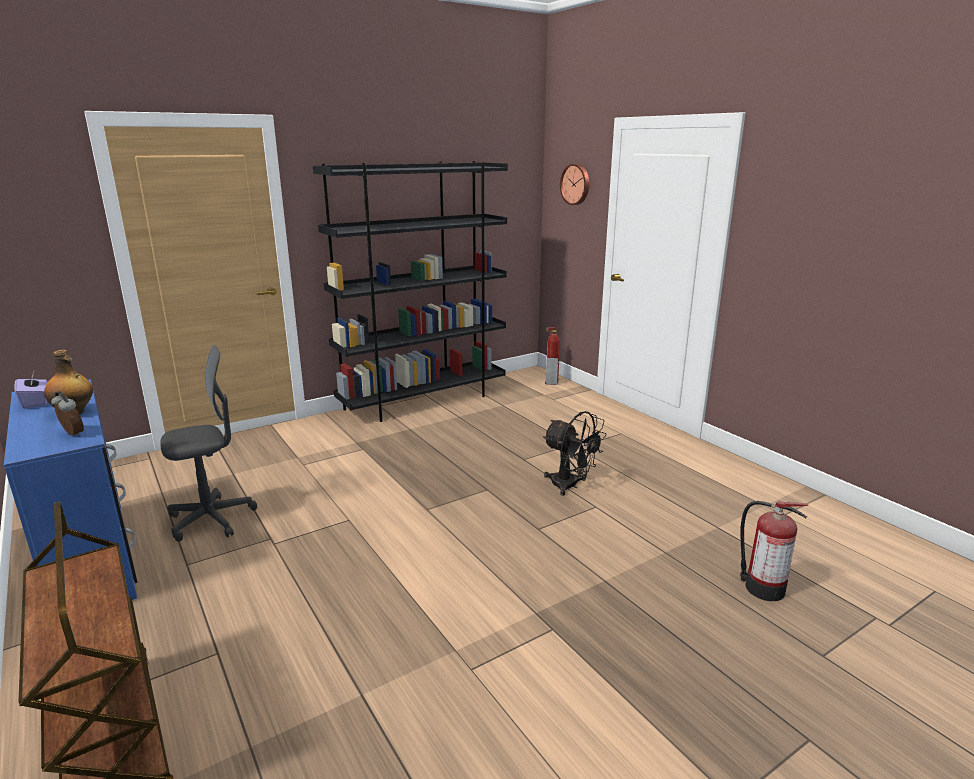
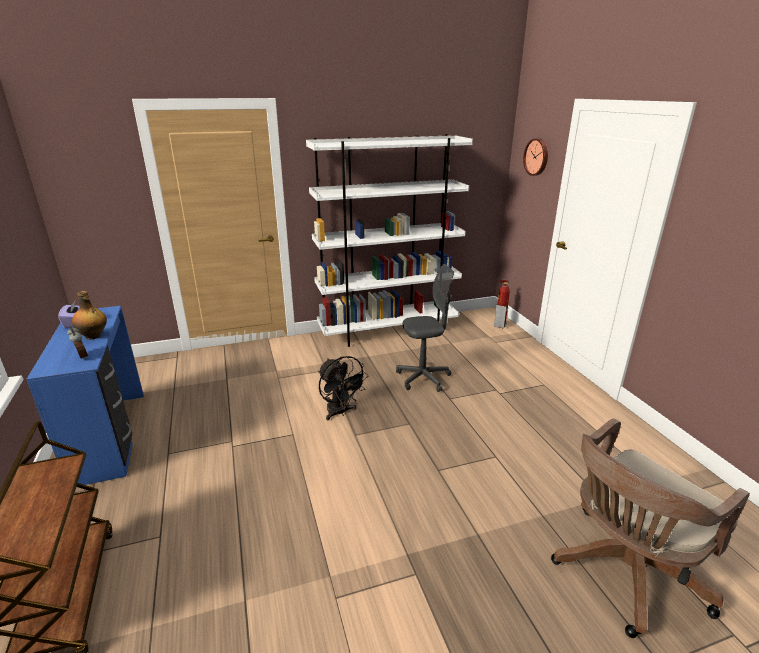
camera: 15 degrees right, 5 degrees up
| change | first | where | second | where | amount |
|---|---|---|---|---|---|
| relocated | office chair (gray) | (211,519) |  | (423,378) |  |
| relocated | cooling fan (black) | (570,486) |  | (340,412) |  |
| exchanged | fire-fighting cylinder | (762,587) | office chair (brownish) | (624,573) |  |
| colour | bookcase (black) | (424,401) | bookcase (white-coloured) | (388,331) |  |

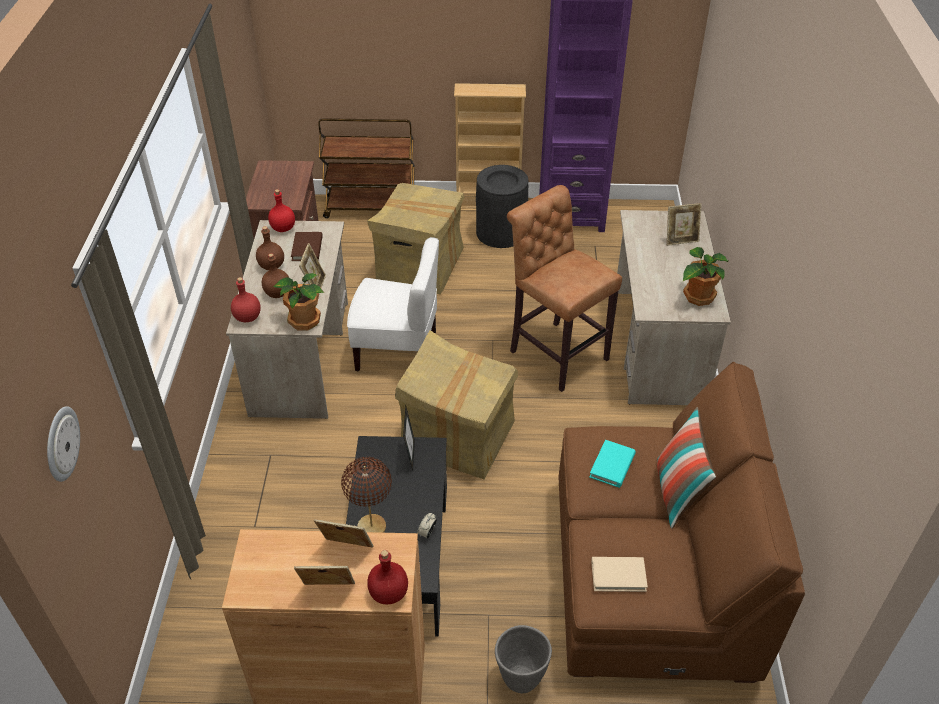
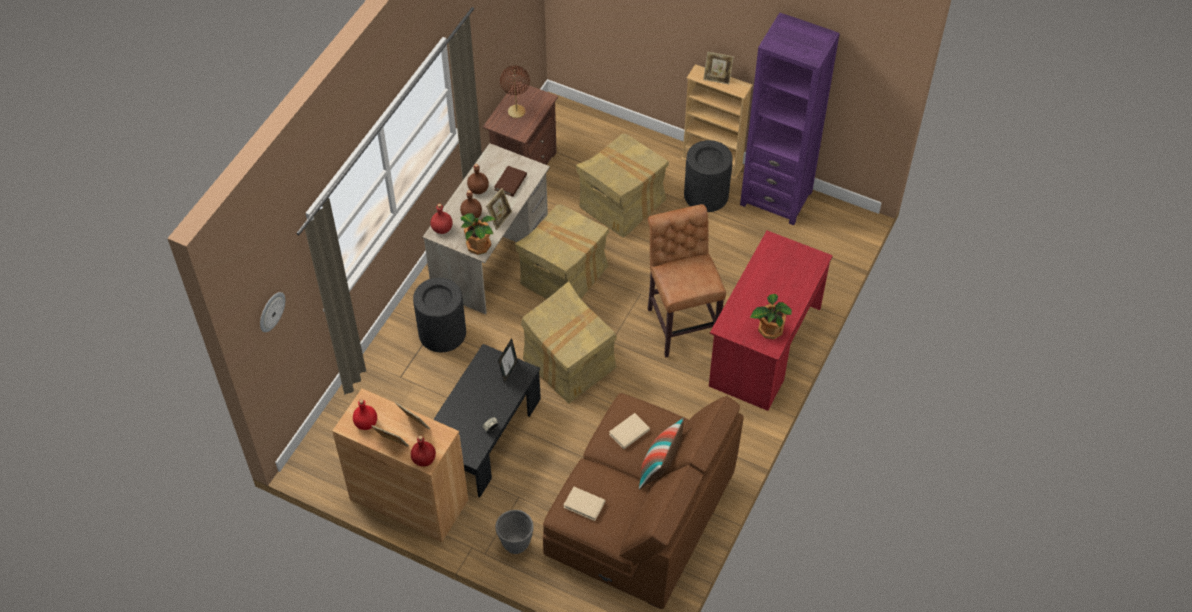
camera: 25 degrees right, 10 degrees up
| change | first | where | second | where | amount |
|---|---|---|---|---|---|
| missing | trolley (brownish) | (371,207) |  |  |  |
| appeared |  |  | rubbish bin (black) | (442,332) |  |
| relocated | drink bottle (red) | (283,228) |  | (366,423) |  |
| relocated | tabletop lamp (brownish) | (371,527) |  | (516,112) |  |
| relocated | picture frame | (681,239) |  | (717,78) |  |
| exchanged | plain chair (white-coloured) | (397,350) | carton | (563,276) |  |
| colour | volume (turquoise-coloured) | (612,466) | volume (beige) | (629,432) |  |
| colour | desk unit (beige) | (657,346) | desk unit (red) | (765,347) |  |

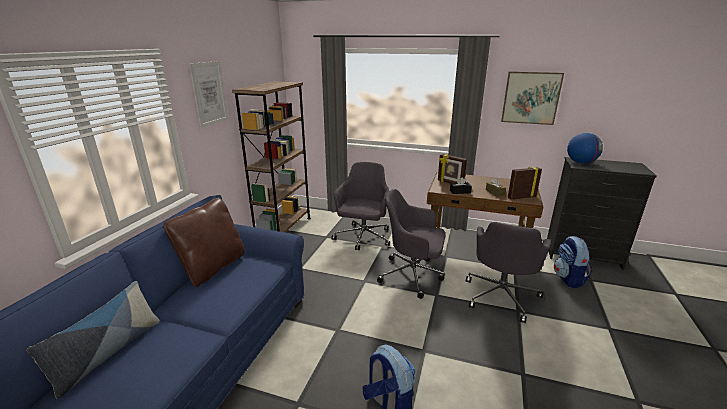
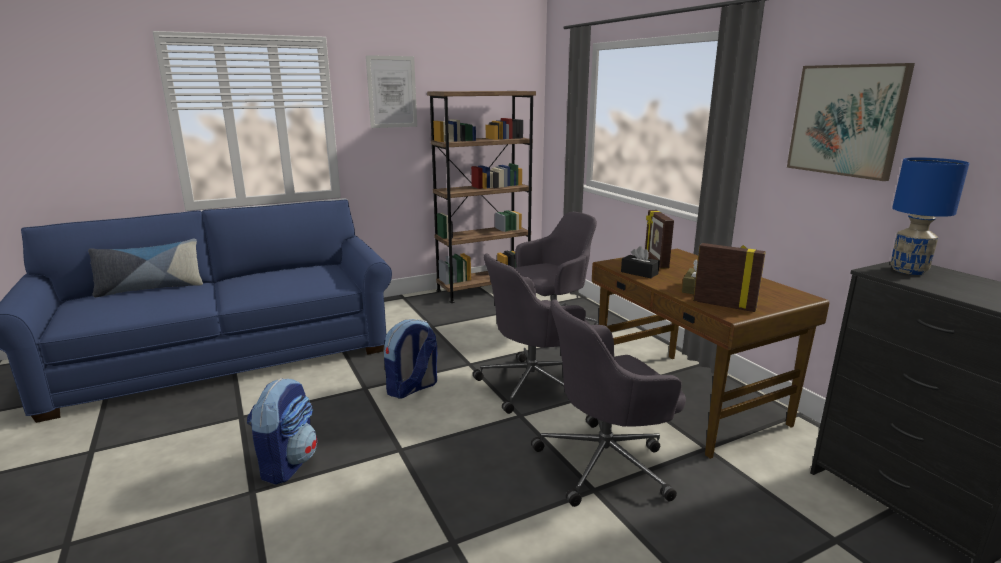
camera: 45 degrees right, 5 degrees down
| change | first | where | second | where | amount |
|---|---|---|---|---|---|
| missing | cushion (brownish) | (213,267) |  |  |  |
| relocated | backpack | (568,279) |  | (412,388) |  |
| exchanged | globe | (580,163) | tabletop lamp (blue) | (907,270) |  |
| spun | office chair (gray) | (412,275) |  | (533,384) | 90 degrees counterclockwise |

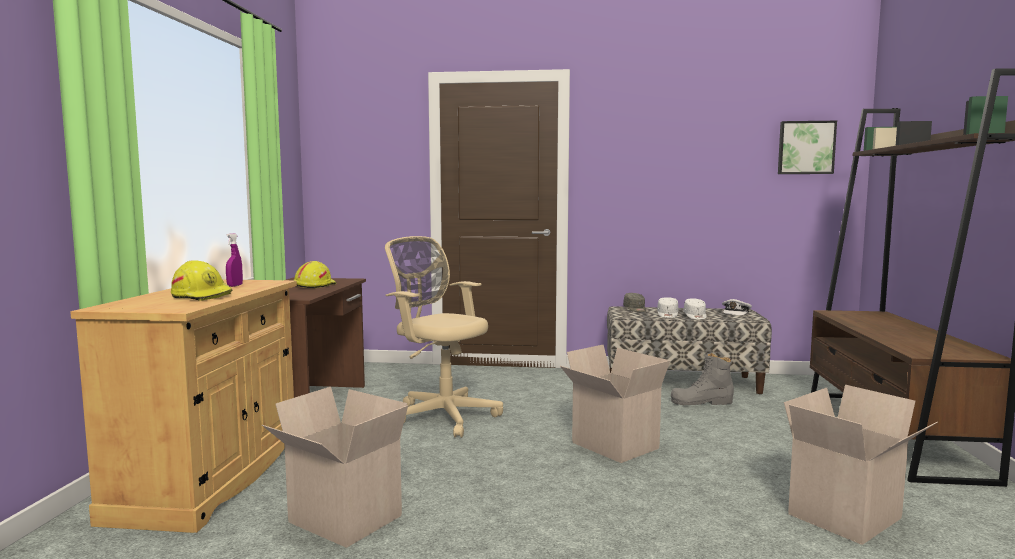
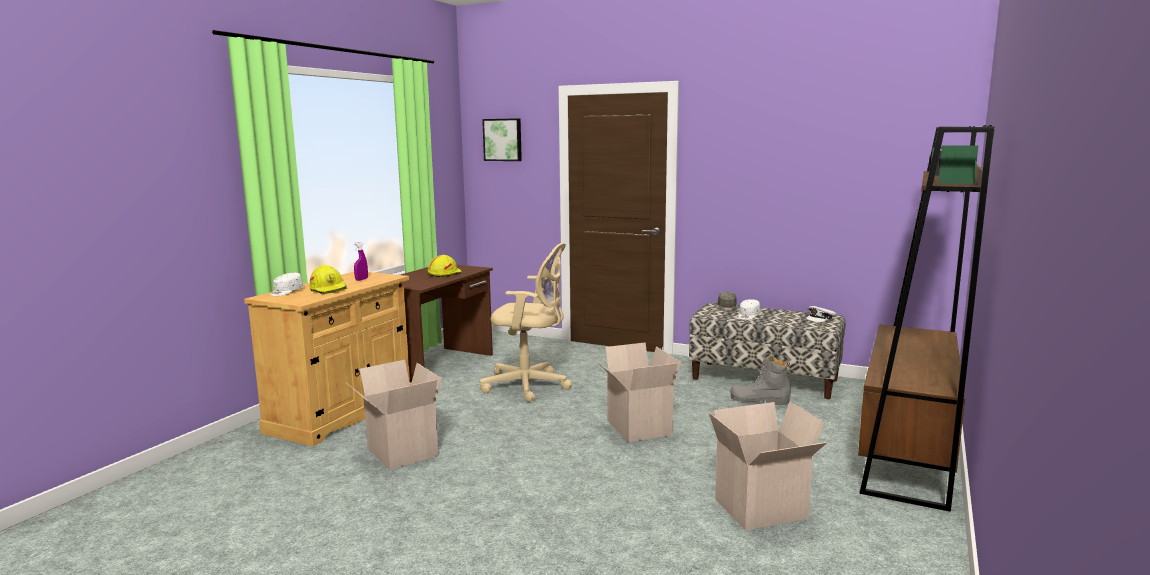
camera: 20 degrees right, 5 degrees up
| change | first | where | second | where | amount |
|---|---|---|---|---|---|
| relocated | baseball cap (white-coloured) | (695,316) |  | (286,292) |  |
| relocated | wall art | (805,148) |  | (503,140) |  |
| spun | office chair (beige) | (442,415) |  | (529,386) | 135 degrees clockwise |

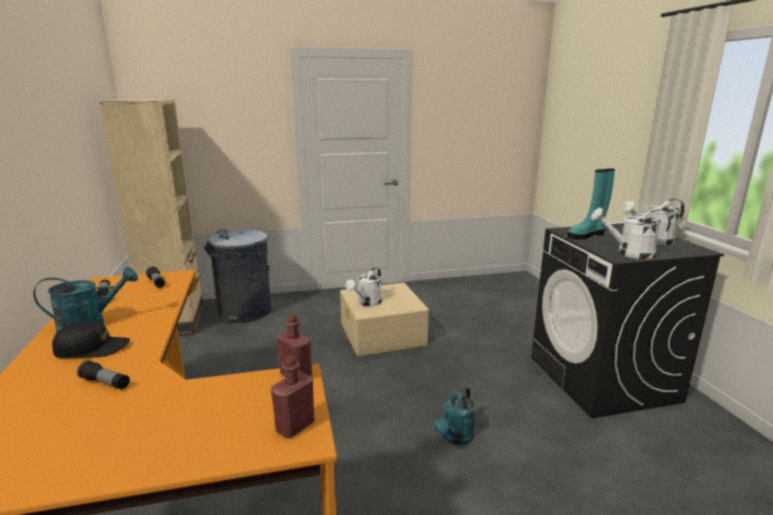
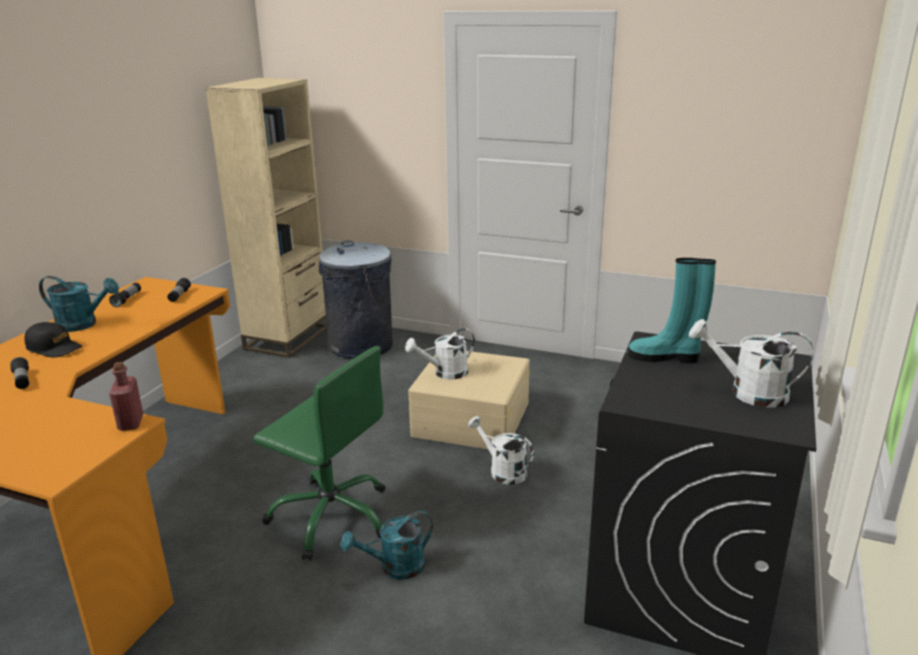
camera: 35 degrees right, 5 degrees up
| change | first | where | second | where | amount |
|---|---|---|---|---|---|
| missing | drink bottle (red) | (295,426) |  |  |  |
| appeared |  |  | office chair (green) | (331,516) |  |
| relocated | watering can (white-coloured) | (629,253) |  | (502,471) |  |

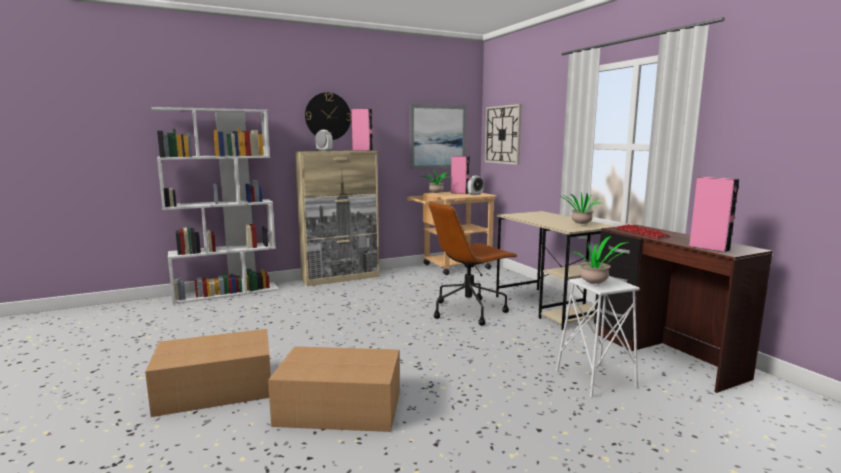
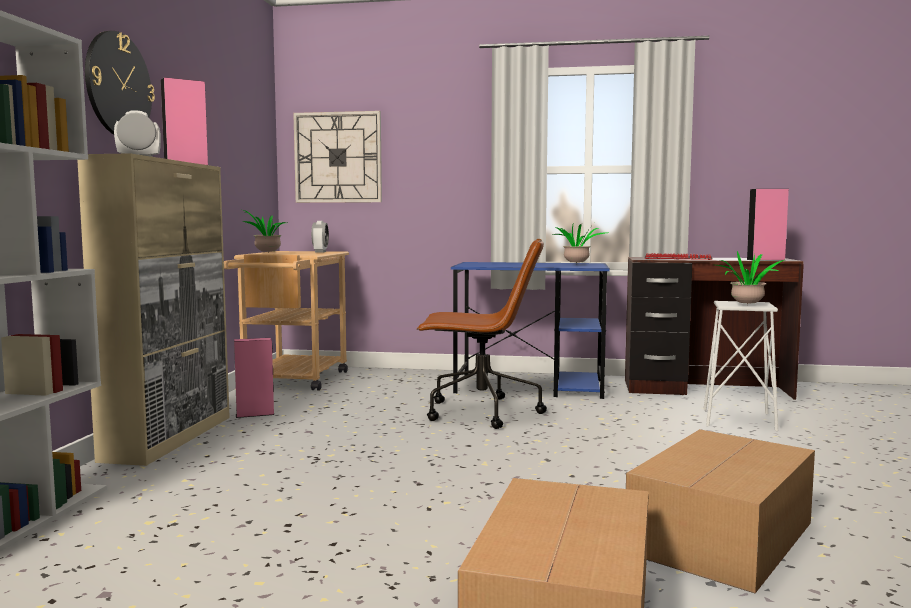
camera: 55 degrees left, 5 degrees down
| change | first | where | second | where | amount |
|---|---|---|---|---|---|
| missing | wall art | (438,137) |  |  |  |
| relocated | audio speaker (pink-coloured) | (460,193) |  | (255,414) |  |
| colour | desk unit (beige) | (549,308) | desk unit (blue) | (531,386) |  |
| spun | office chair (brownish) | (469,311) |  | (480,412) | 90 degrees counterclockwise |

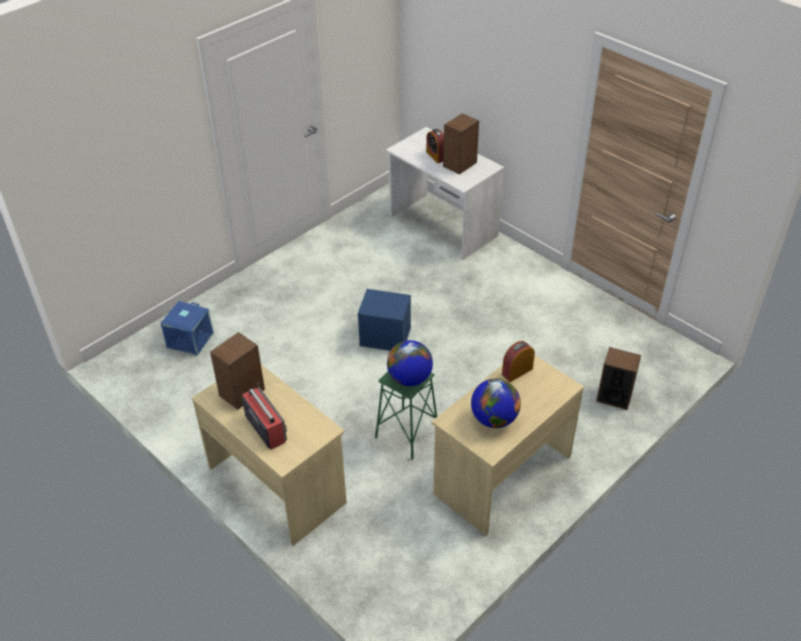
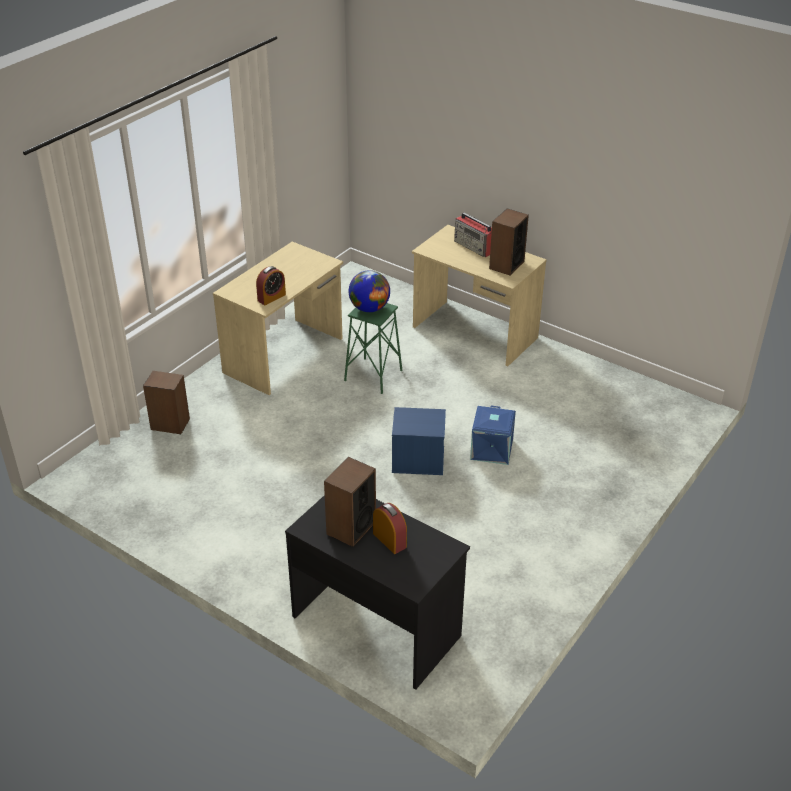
camera: 170 degrees right, 5 degrees down
| change | first | where | second | where | amount |
|---|---|---|---|---|---|
| missing | globe | (494,419) |  |  |  |
| relocated | storage bin (blue) | (189,340) |  | (492,450) |  |
| colour | desk unit (white-coloured) | (442,226) | desk unit (black) | (377,624) |  |

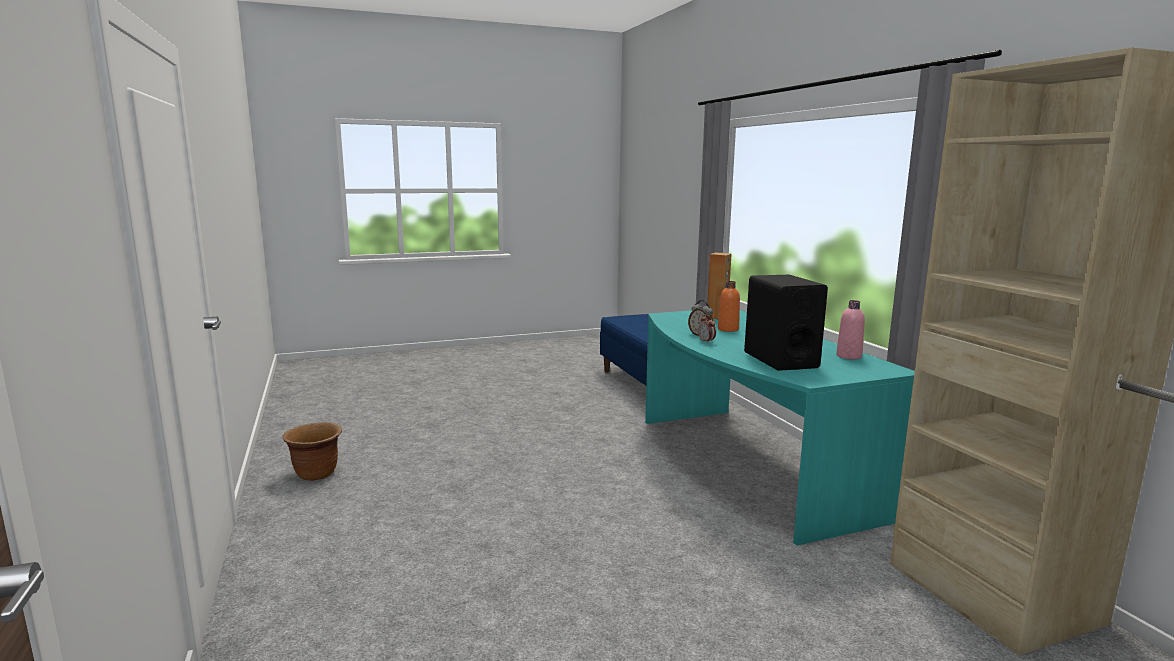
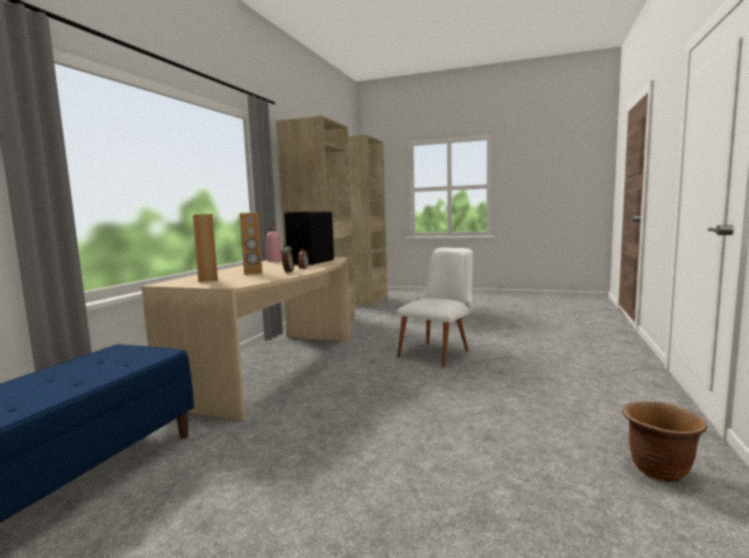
camera: 140 degrees left, 5 degrees down
| change | first | where | second | where | amount |
|---|---|---|---|---|---|
| appeared |  |  | plain chair (white-coloured) | (439,352) |  |
| exchanged | drink bottle (orangey) | (728,329) | audio speaker (brownish) | (253,273) |  |
| colour | desk unit (turquoise-coloured) | (746,465) | desk unit (beige) | (276,368) |  |

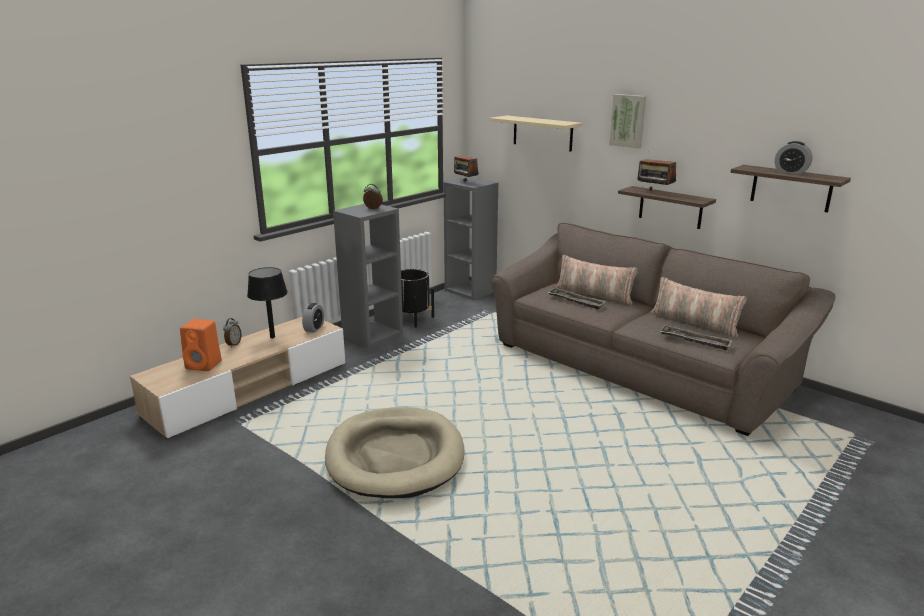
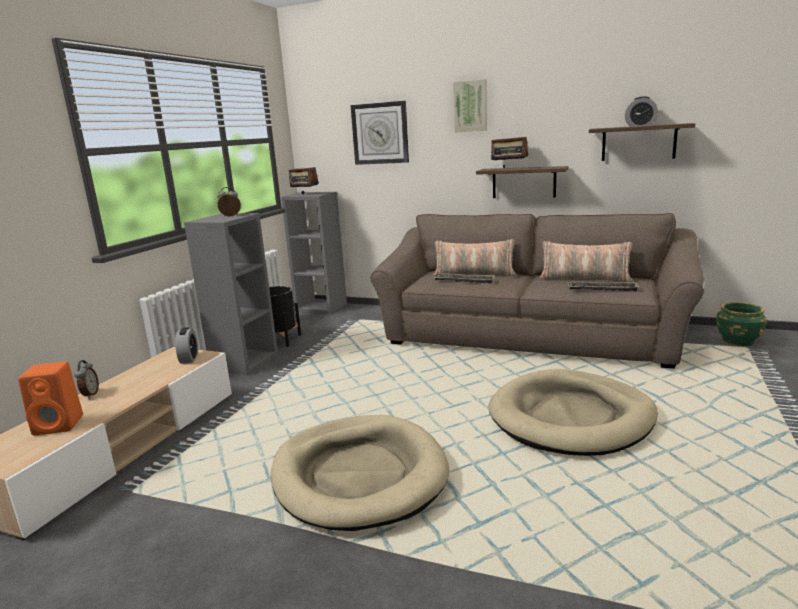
camera: 20 degrees left, 5 degrees down
| change | first | where | second | where | amount |
|---|---|---|---|---|---|
| missing | tabletop lamp (black) | (272,337) |  |  |  |
| appeared |  |  | dog cushion (beige) | (571,417) |  |
| appeared |  |  | plant pot (green) | (738,341) |  |
| exchanged | wall shelf (beige) | (542,133) | clock on the wall | (380,133) |  |

